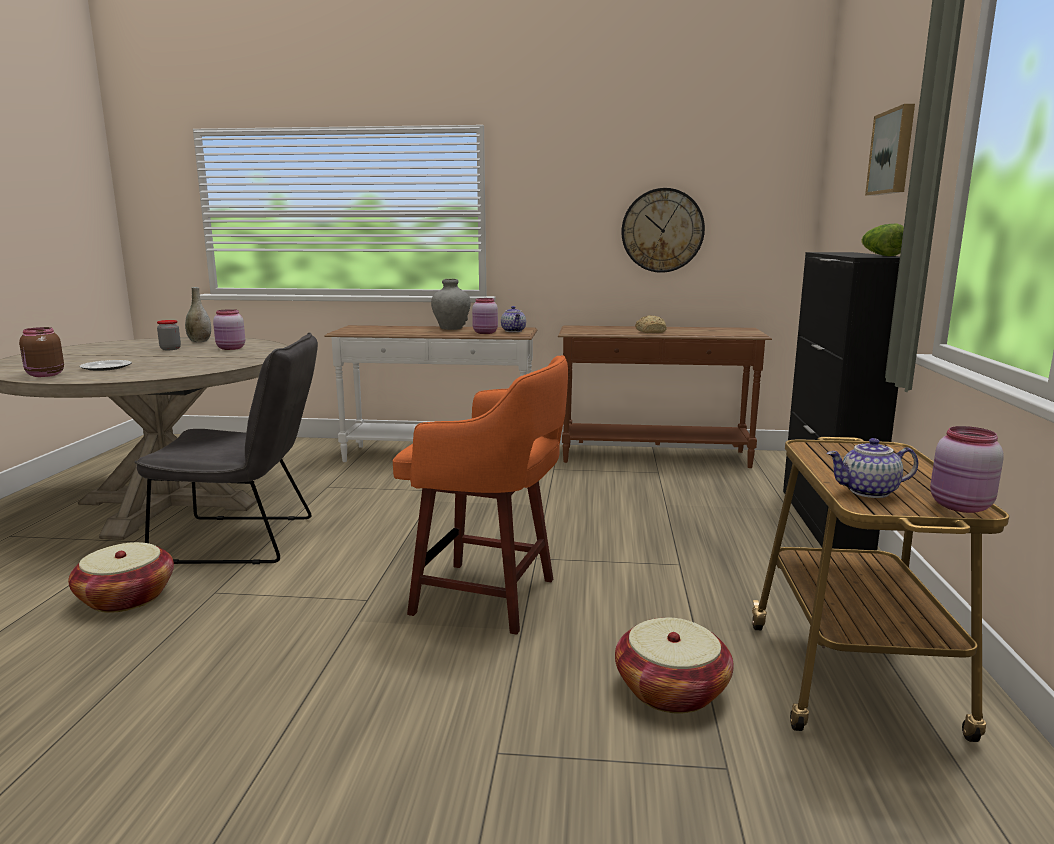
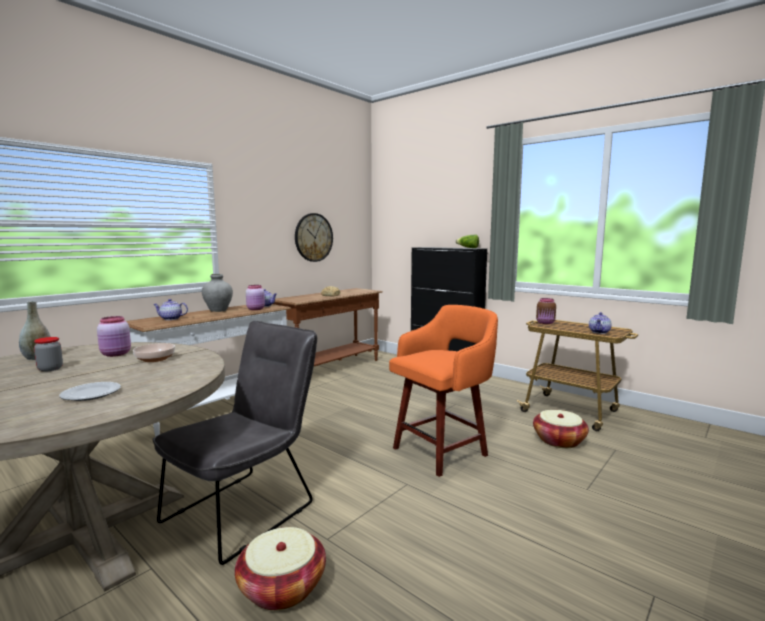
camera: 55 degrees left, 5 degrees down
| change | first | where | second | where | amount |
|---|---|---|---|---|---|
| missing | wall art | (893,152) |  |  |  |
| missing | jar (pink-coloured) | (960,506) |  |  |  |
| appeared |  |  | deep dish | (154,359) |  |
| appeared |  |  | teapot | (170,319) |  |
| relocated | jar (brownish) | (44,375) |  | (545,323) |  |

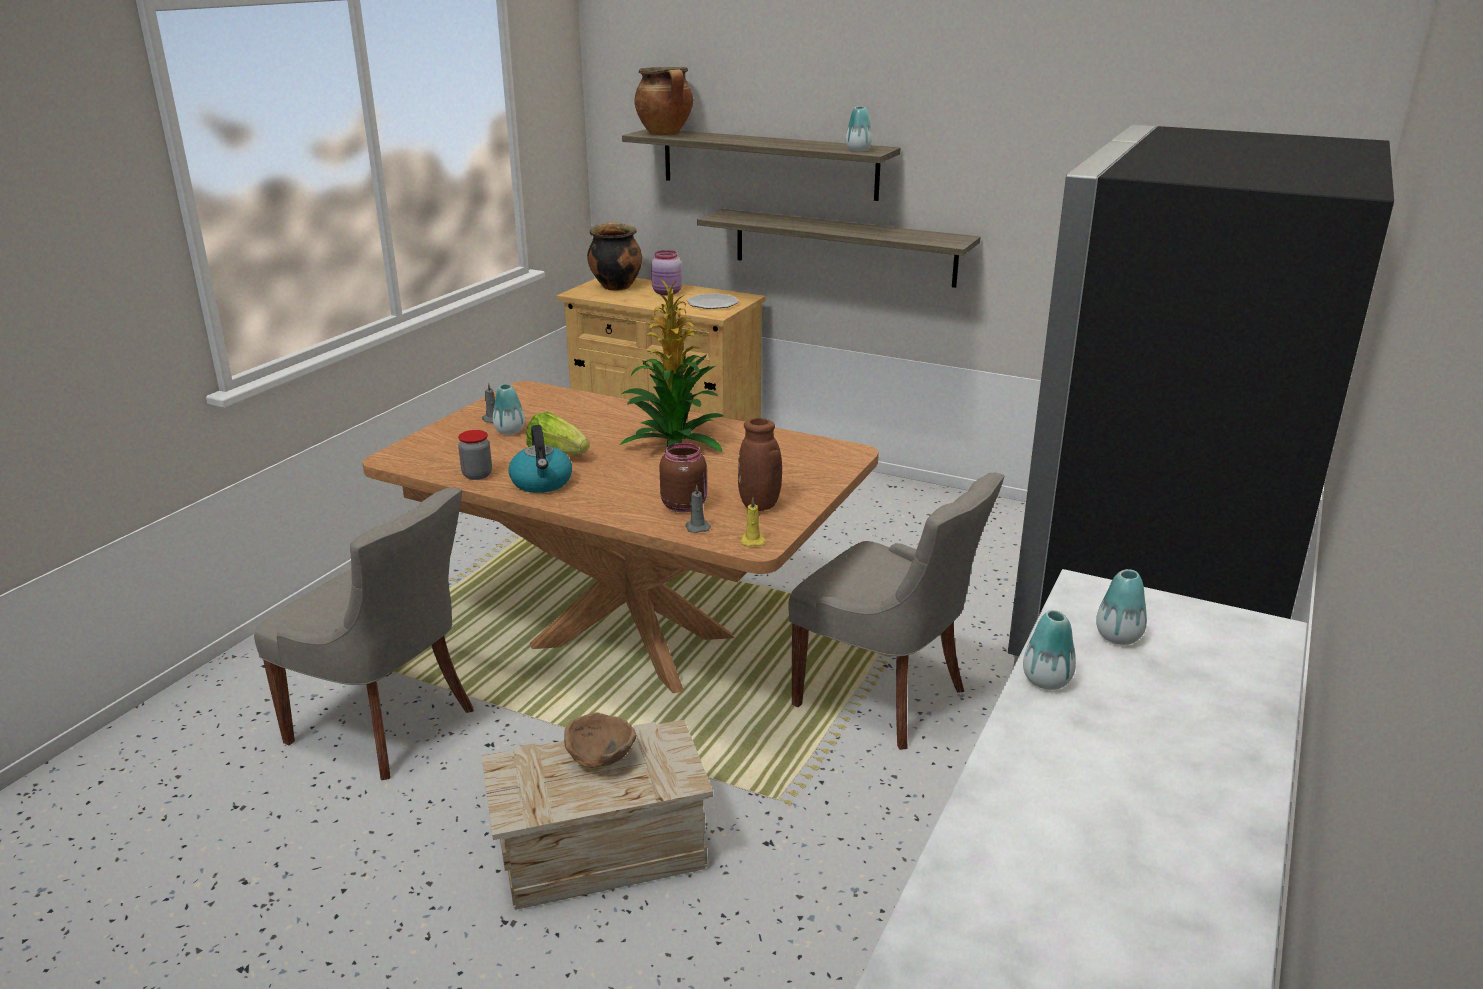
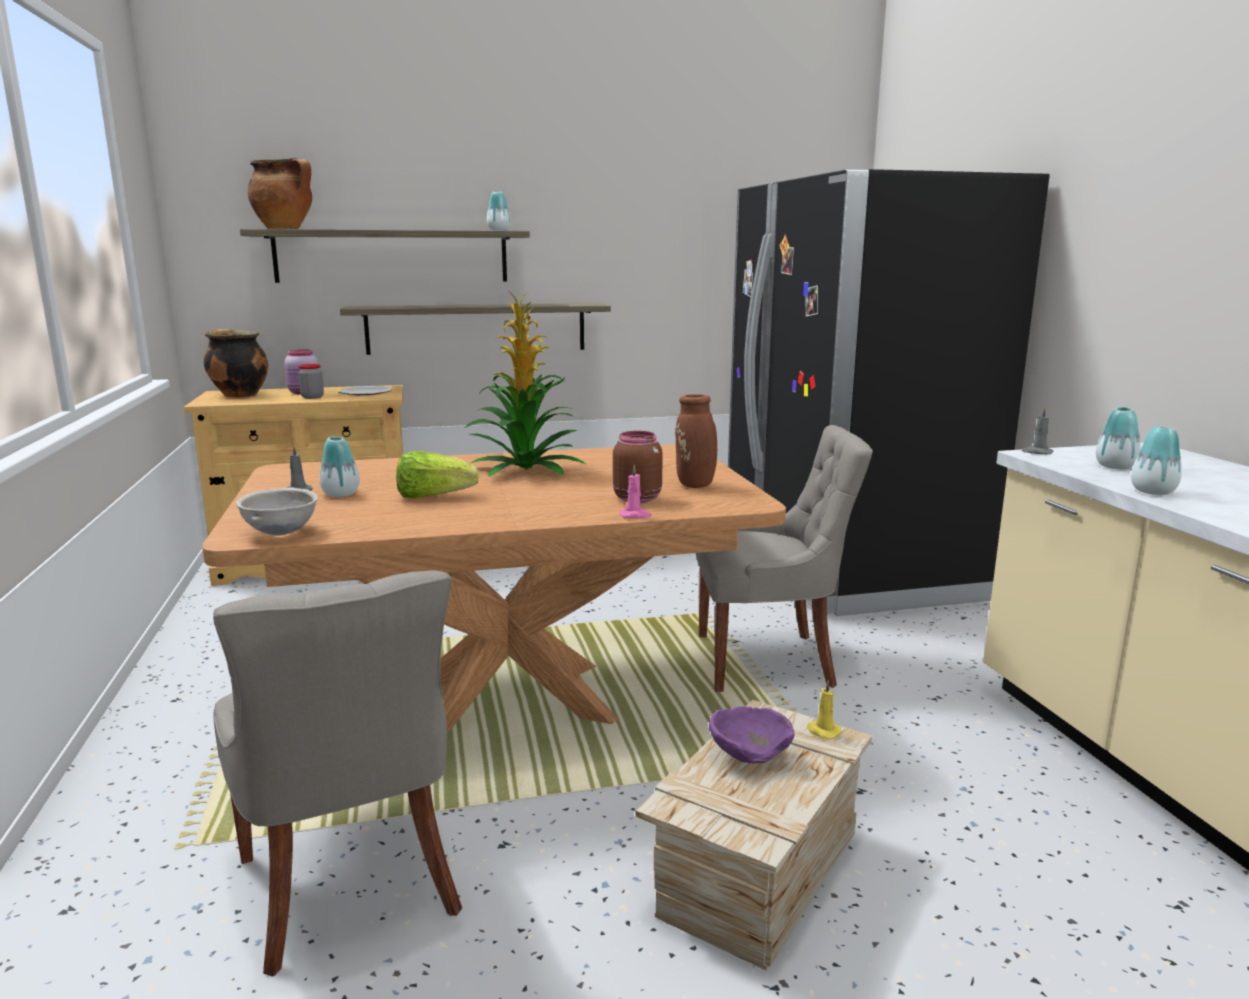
camera: 40 degrees left, 10 degrees down
| change | first | where | second | where | amount |
|---|---|---|---|---|---|
| missing | kettle | (542,483) |  |  |  |
| appeared |  |  | deep dish (gray) | (282,533) |  |
| appeared |  |  | wax candle (pink-coloured) | (635,515) |  |
| relocated | jar | (477,475) |  | (312,397) |  |
| relocated | wax candle (gray) | (697,527) |  | (1037,452) |  |
| relocated | wax candle (yellowish) | (752,540) |  | (822,731) |  |
| colour | deep dish (brownish) | (603,759) | deep dish (purple-coloured) | (749,756) |  |
| spun | plain chair (gray) | (387,725) |  | (352,887) | 75 degrees clockwise |

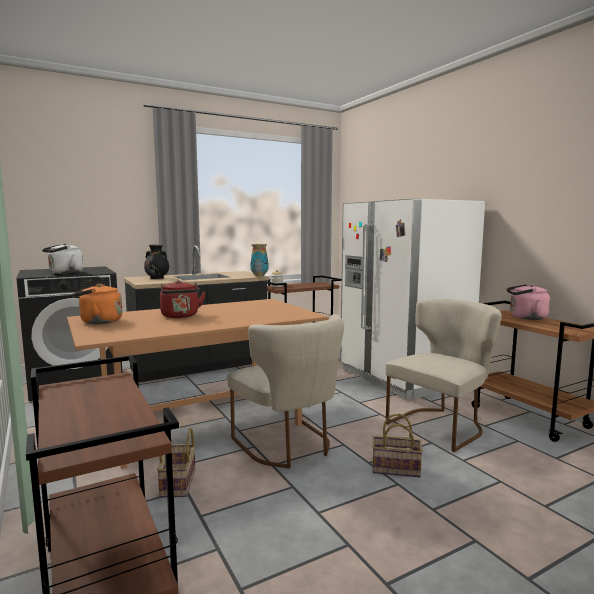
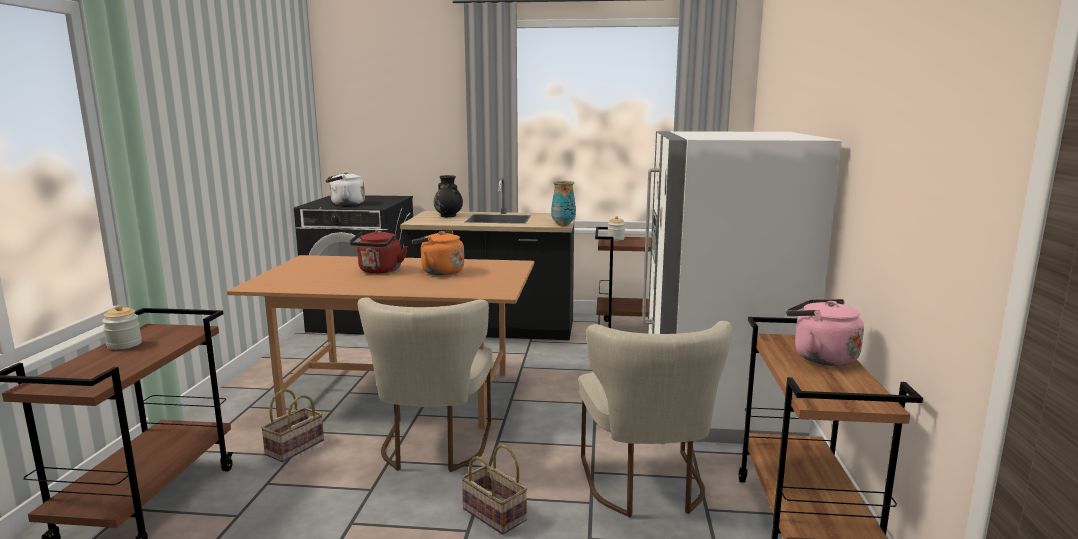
camera: 35 degrees right, 5 degrees up
| change | first | where | second | where | amount |
|---|---|---|---|---|---|
| appeared |  |  | jar | (124,344) |  |
| relocated | kettle (orangey) | (98,322) |  | (440,272) |  |
| spun | plain chair (beige) | (441,425) |  | (646,486) | 90 degrees clockwise |

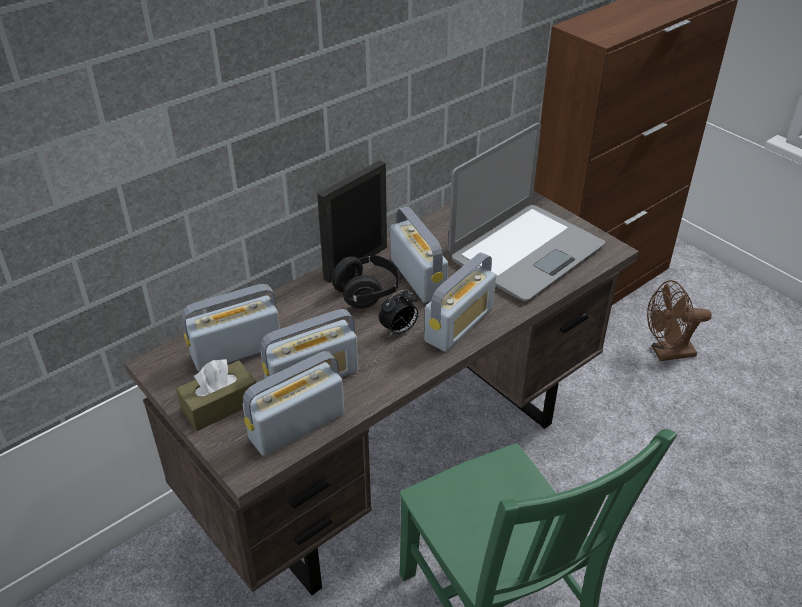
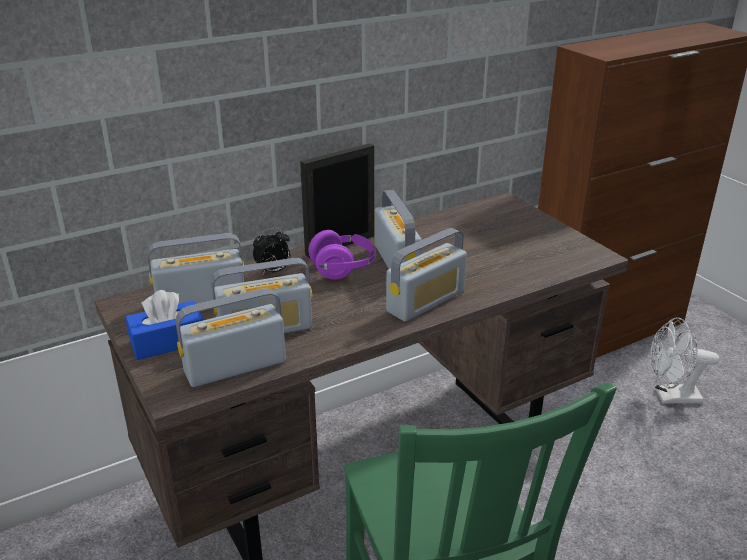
camera: 10 degrees right, 10 degrees down
| change | first | where | second | where | amount |
|---|---|---|---|---|---|
| missing | portable computer | (525,252) |  |  |  |
| relocated | table clock | (399,330) |  | (273,271) |  |
| colour | tissue box (brownish) | (220,405) | tissue box (blue) | (168,342) |  |
| colour | headset (black) | (368,293) | headset (purple-coloured) | (343,268) |  |
| colour | cooling fan (brownish) | (667,353) | cooling fan (white-coloured) | (671,397) |  |

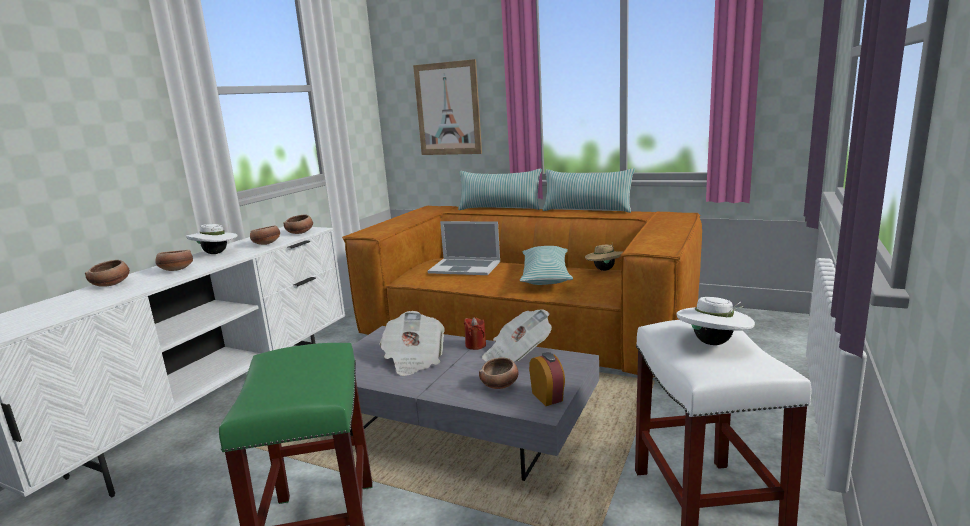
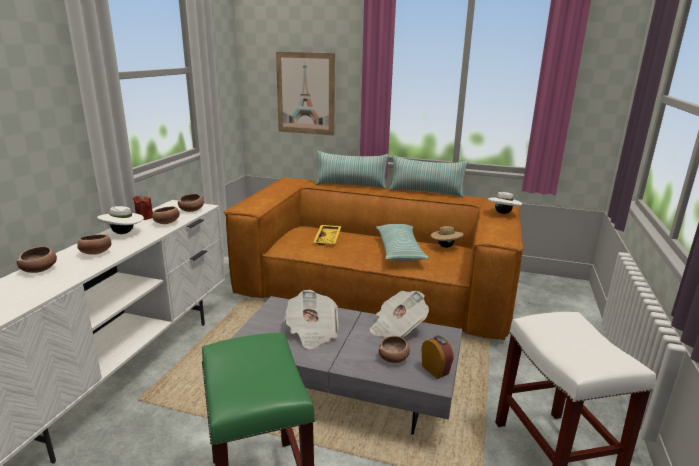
camera: 10 degrees left, 5 degrees up
| change | first | where | second | where | amount |
|---|---|---|---|---|---|
| relocated | wax candle (red) | (475,345) |  | (144,217) |  |
| relocated | hat (white-coloured) | (713,343) |  | (503,213) |  |
| exchanged | portable computer | (465,267) | carrying tray (yellowish) | (328,239) |  |

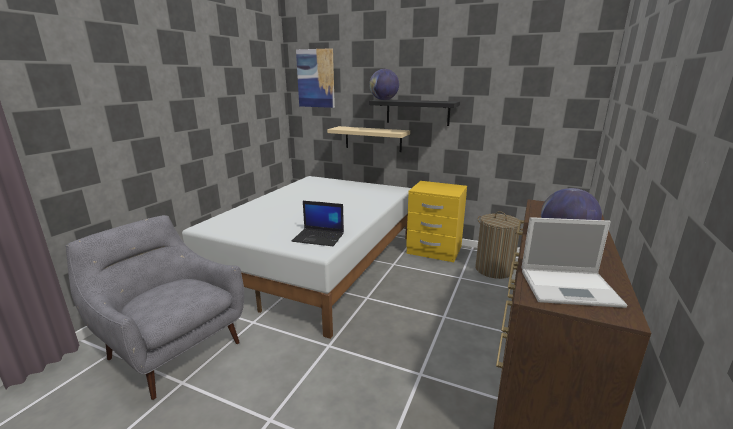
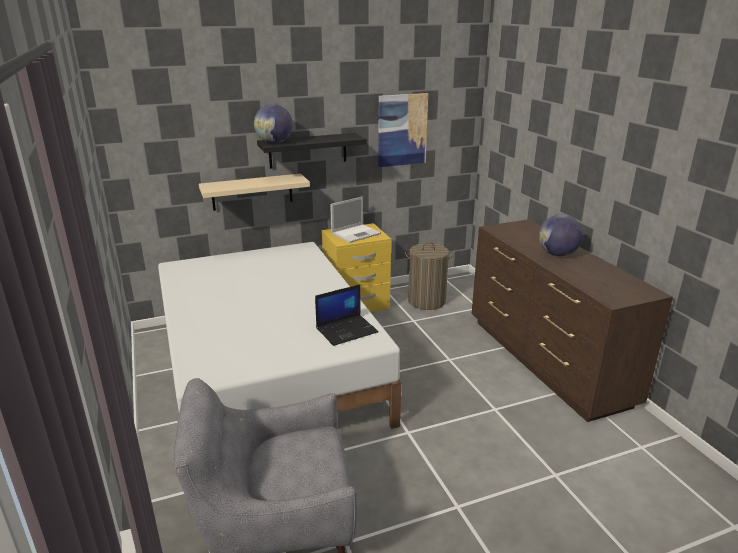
camera: 45 degrees left, 5 degrees up
| change | first | where | second | where | amount |
|---|---|---|---|---|---|
| relocated | wall art | (316,78) |  | (402,130) |  |
| relocated | portable computer | (570,287) |  | (356,233) |  |

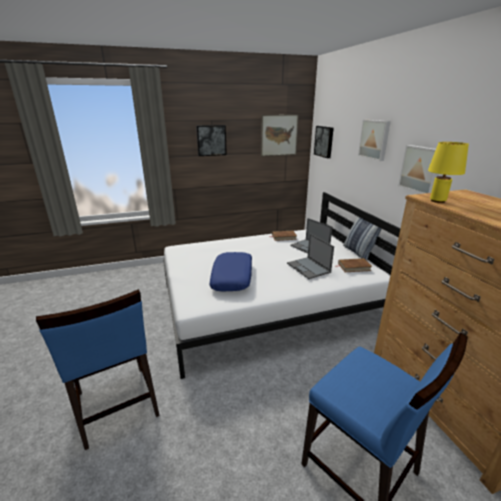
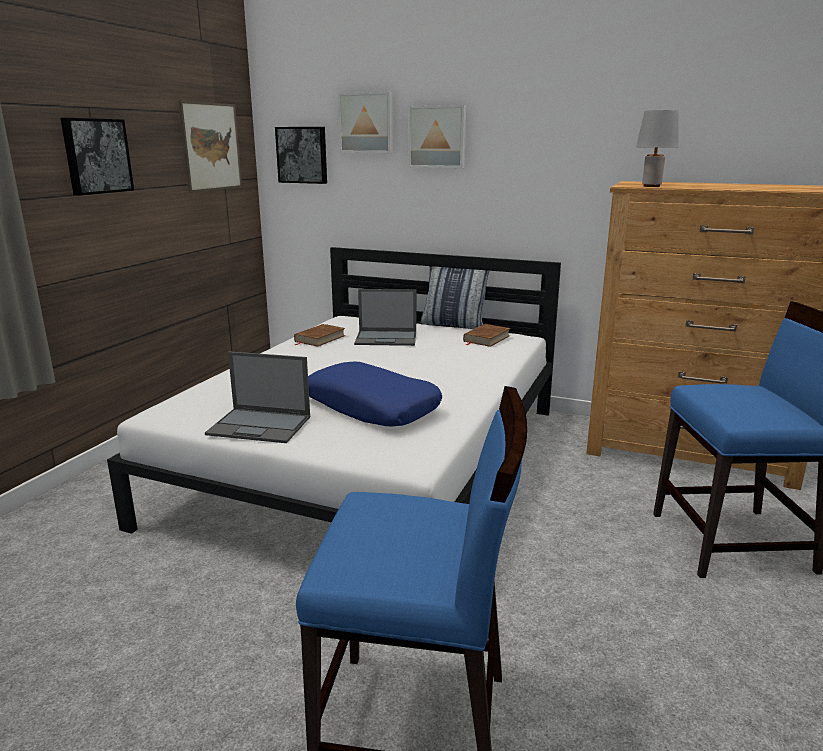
camera: 50 degrees left, 5 degrees down
| change | first | where | second | where | amount |
|---|---|---|---|---|---|
| relocated | portable computer | (309,268) |  | (260,426) |  |
| relocated | wall art | (421,169) |  | (367,123) |  |
| colour | tabletop lamp (yellowish) | (438,201) | tabletop lamp (gray) | (651,186) |  |

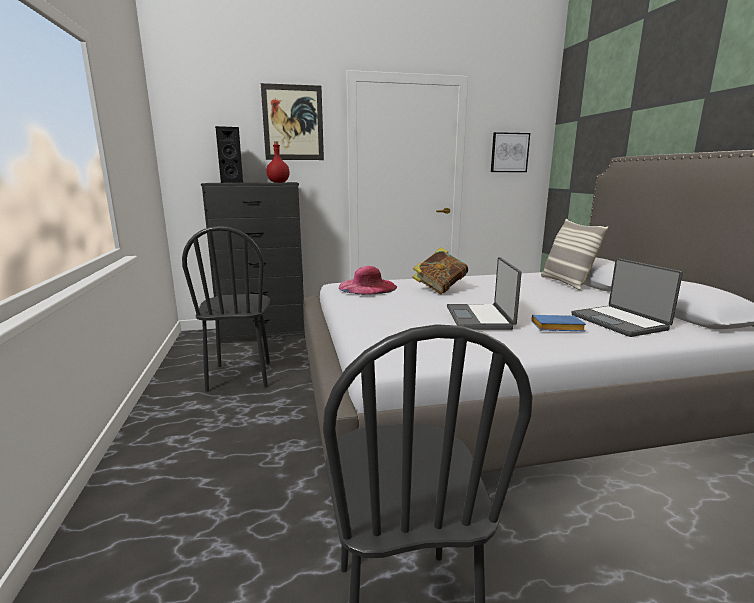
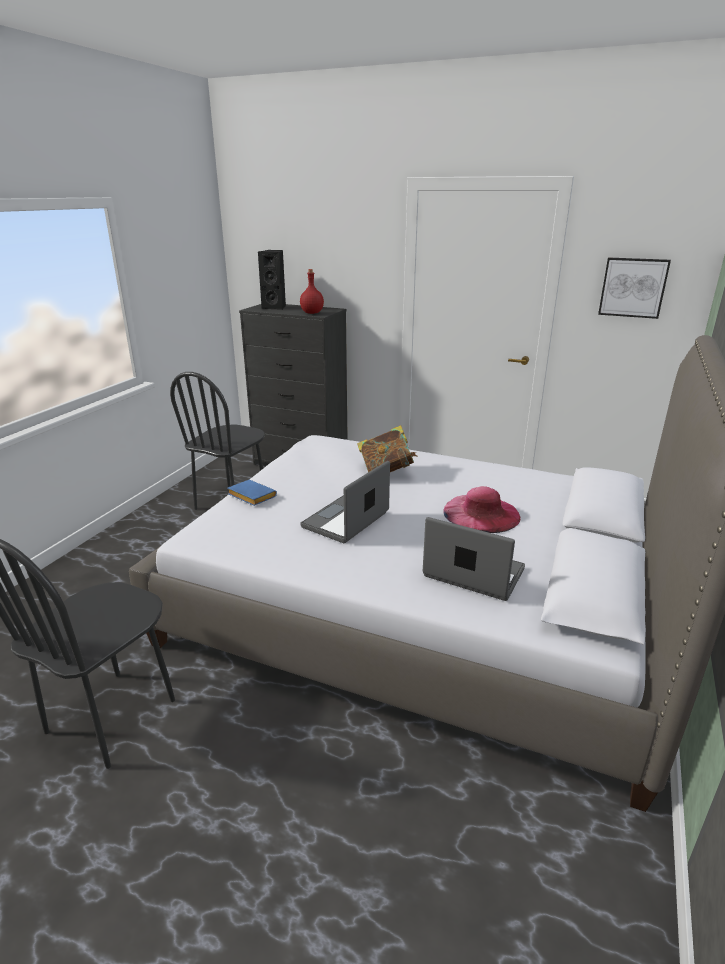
camera: 35 degrees right, 10 degrees up
| change | first | where | second | where | amount |
|---|---|---|---|---|---|
| missing | wall art | (293,123) |  |  |  |
| missing | cushion | (566,283) |  |  |  |
| relocated | hat (pink-coloured) | (367,286) |  | (481,513) |  |
| relocated | volume (blue) | (556,328) |  | (250,496) |  |
| spun | portable computer | (620,322) |  | (473,574) | 105 degrees clockwise |

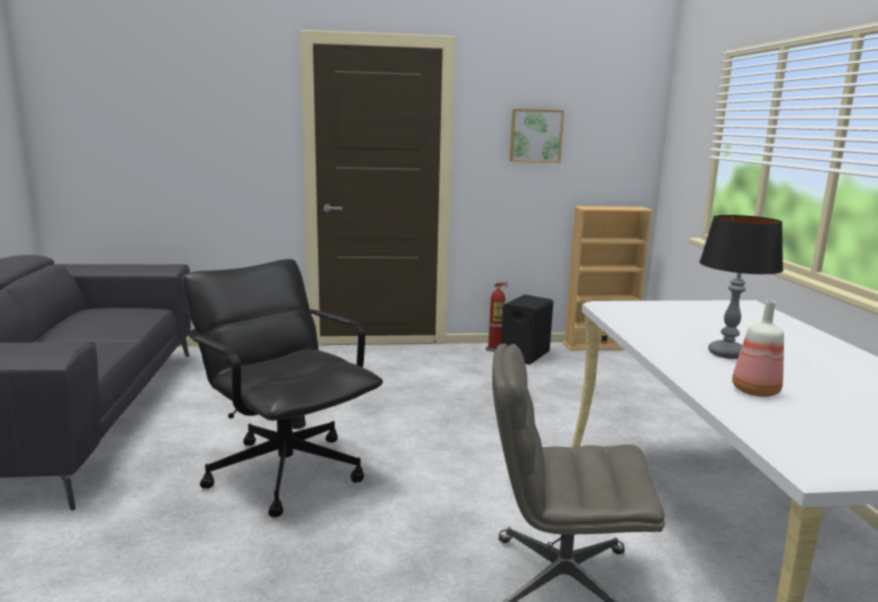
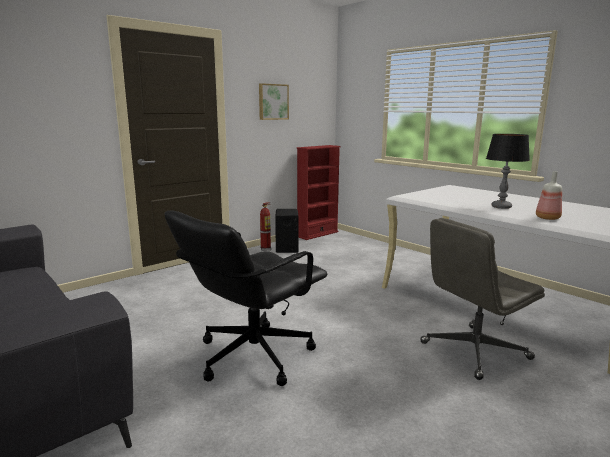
camera: 35 degrees left, 0 degrees up
| change | first | where | second | where | amount |
|---|---|---|---|---|---|
| colour | bookcase (beige) | (600,346) | bookcase (red) | (317,234) |  |
| spun | office chair (black) | (286,471) |  | (252,355) | 60 degrees counterclockwise |

